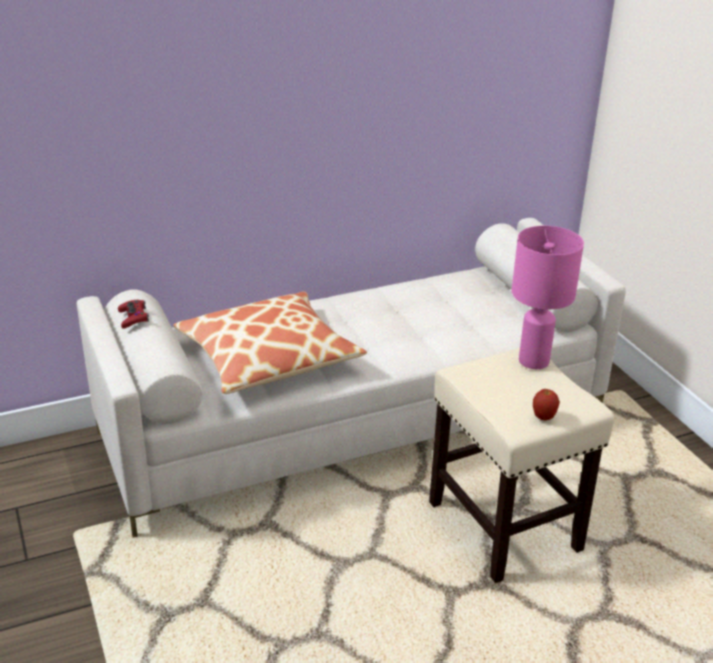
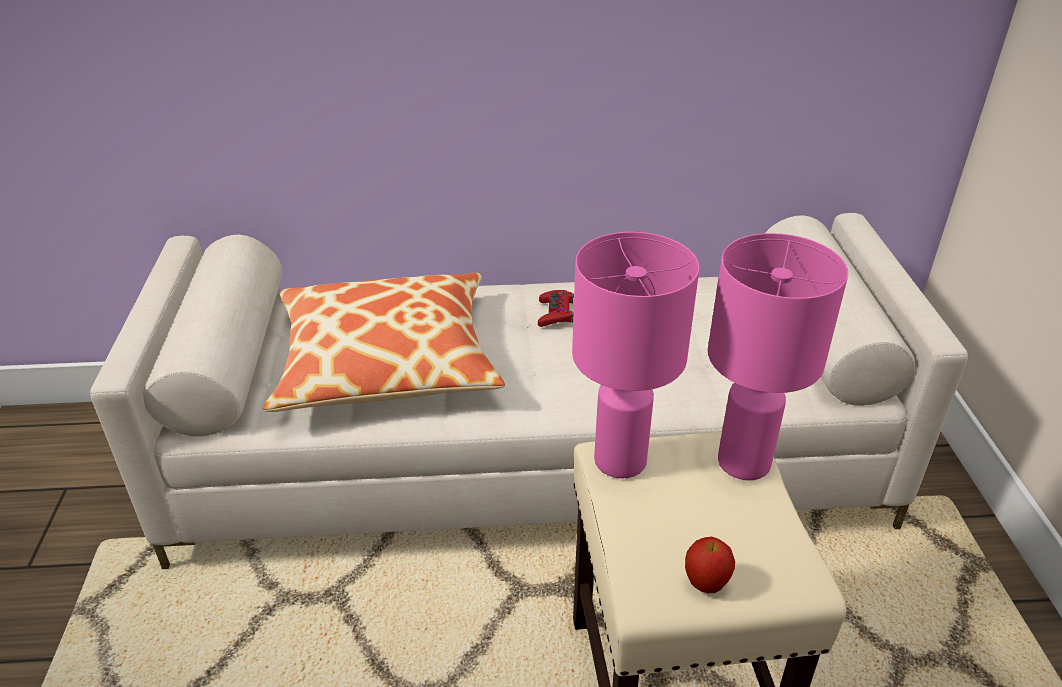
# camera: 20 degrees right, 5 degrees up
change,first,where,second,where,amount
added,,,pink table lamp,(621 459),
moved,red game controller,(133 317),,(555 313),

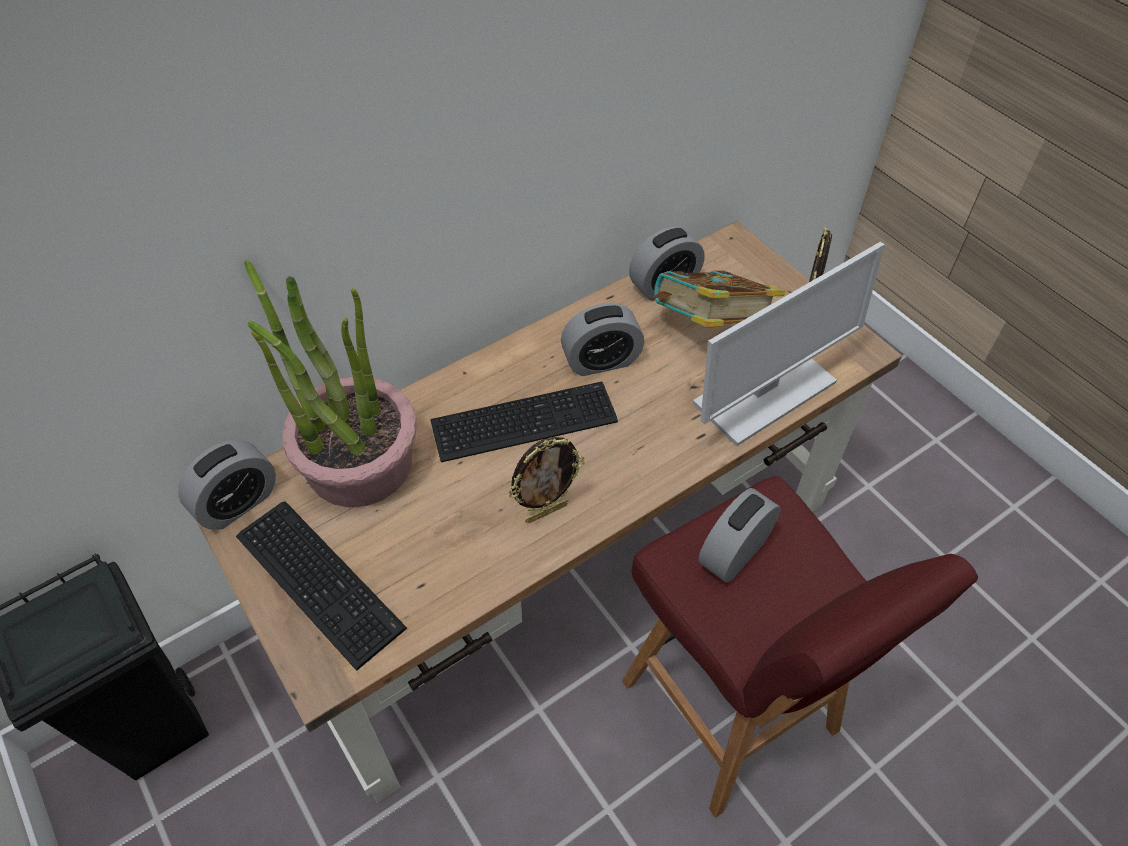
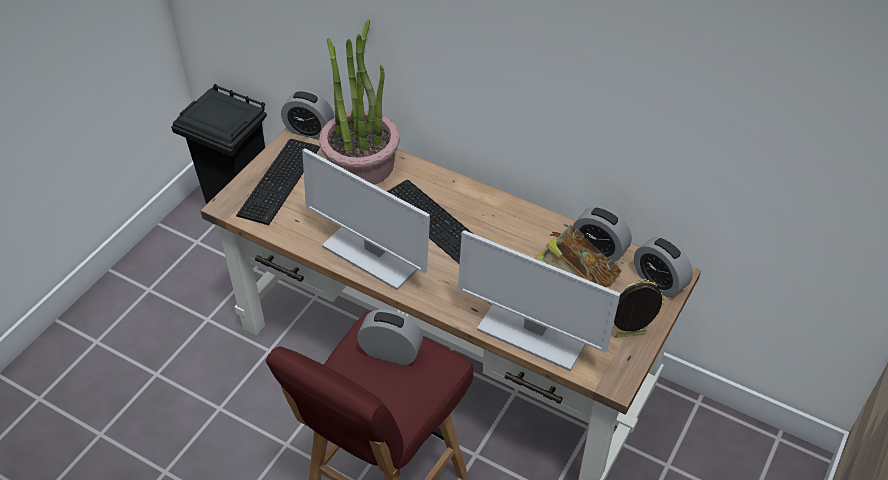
# camera: 65 degrees right, 5 degrees down
change,first,where,second,where,amount
moved,alarm clock,(601 361),,(659 281),
replaced,picture frame,(546 511),monitor,(372 254),

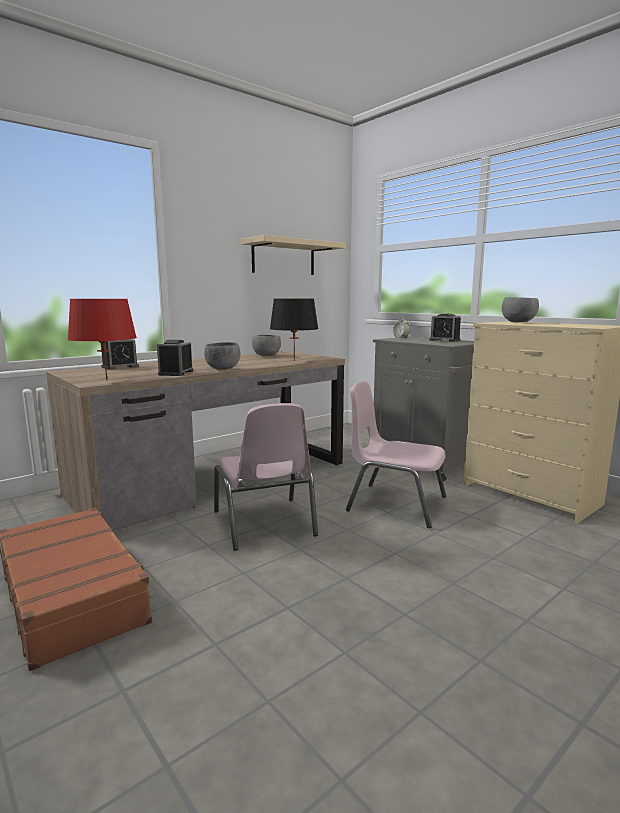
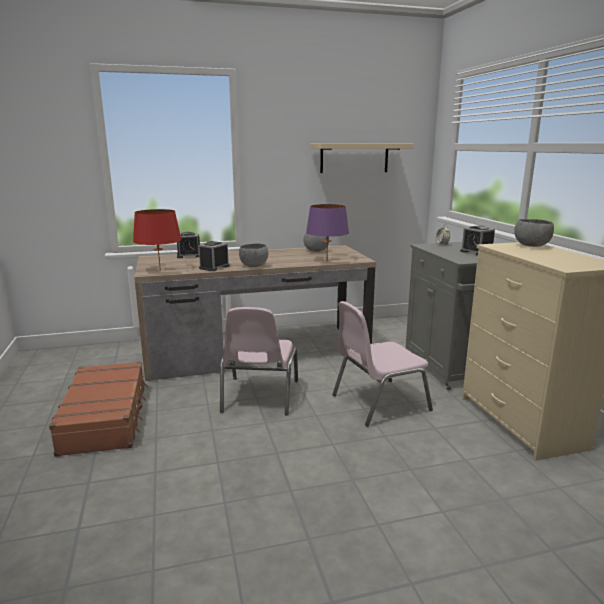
# camera: 25 degrees right, 5 degrees up
change,first,where,second,where,amount
recoloured,black table lamp,(294 360),purple table lamp,(327 260),
turned,pink chair,(395 504),,(378 402),75 degrees counterclockwise

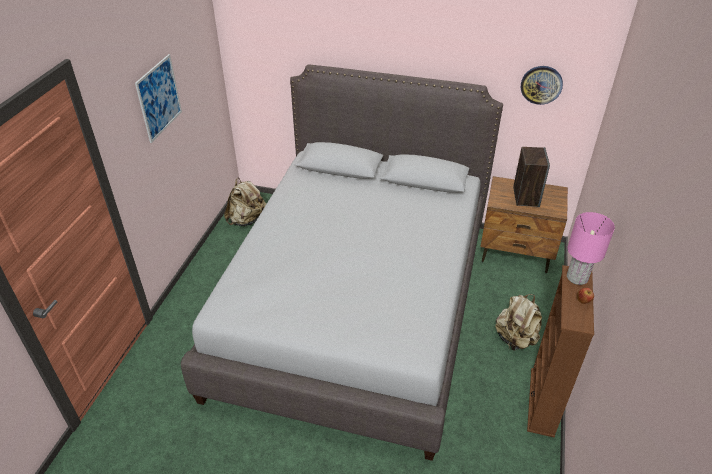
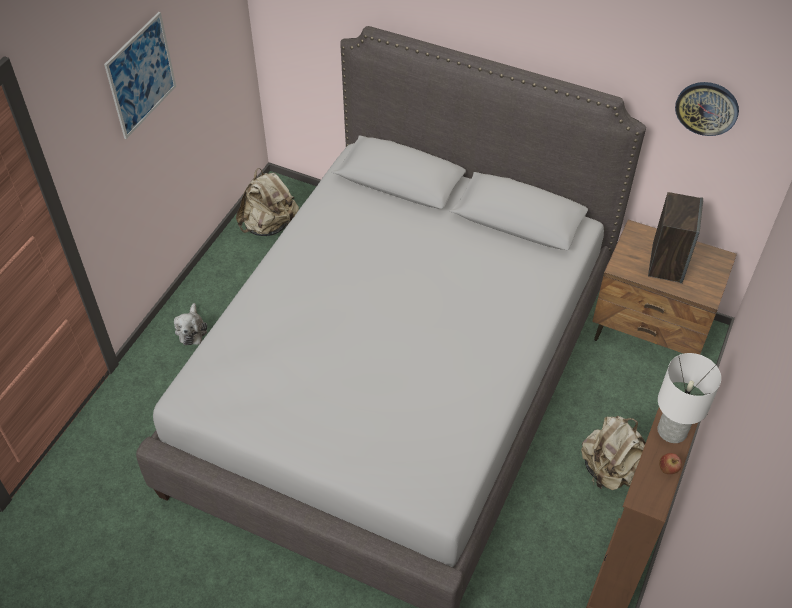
# camera: 10 degrees right, 10 degrees up
change,first,where,second,where,amount
added,,,plush toy,(191 330),
recoloured,pink table lamp,(578 277),white table lamp,(673 431),

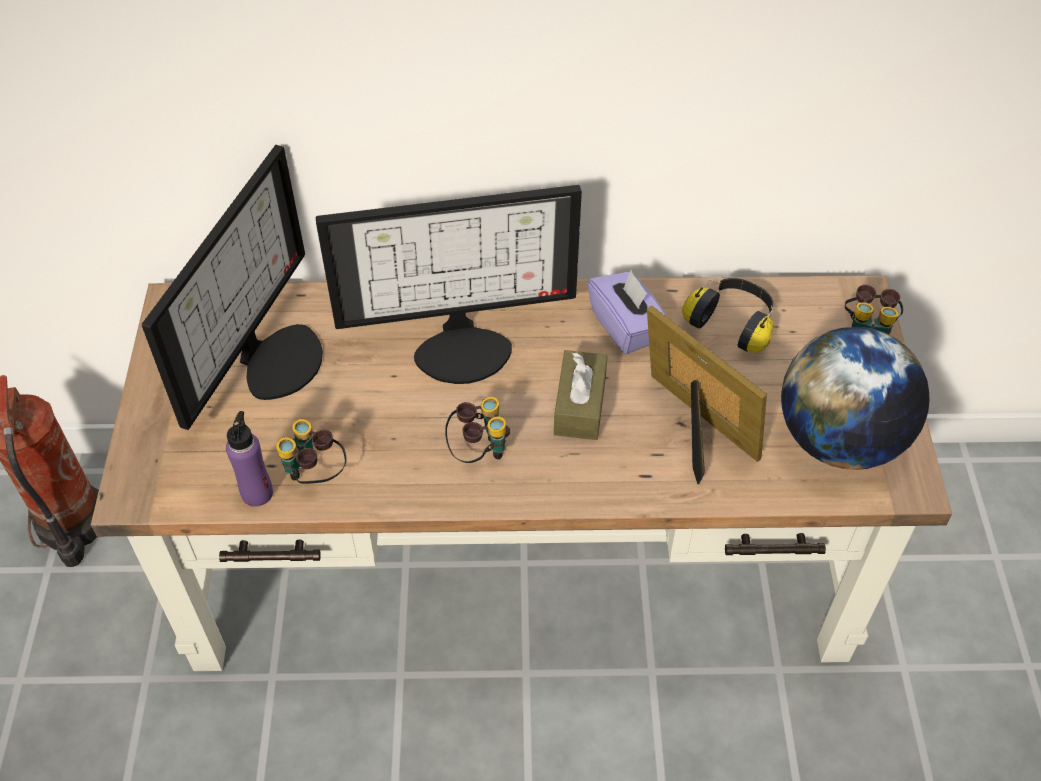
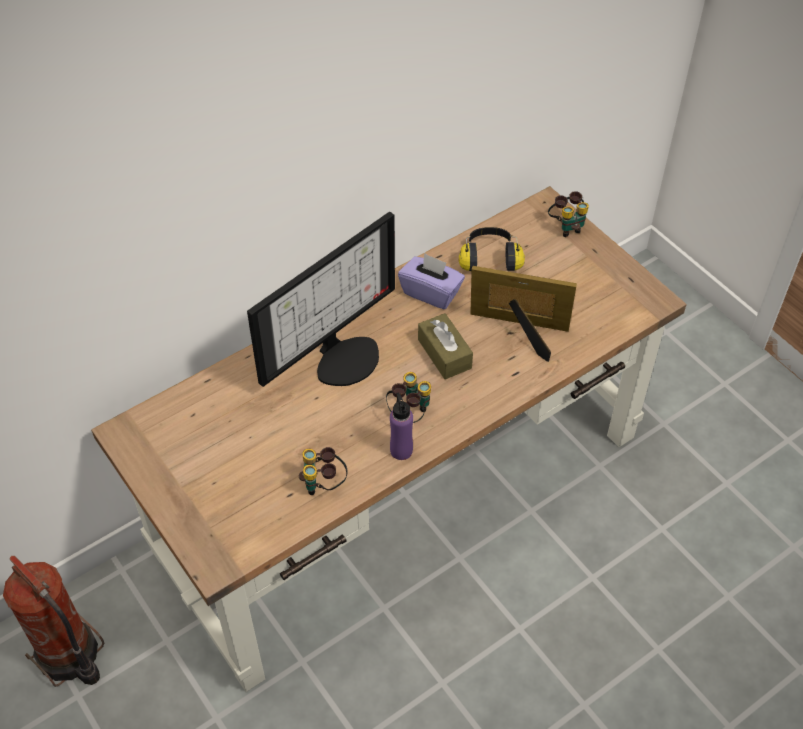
# camera: 35 degrees left, 0 degrees up
change,first,where,second,where,amount
removed,monitor,(274 358),,,
removed,globe,(839 440),,,
moved,purple bottle,(257 493),,(401 450),

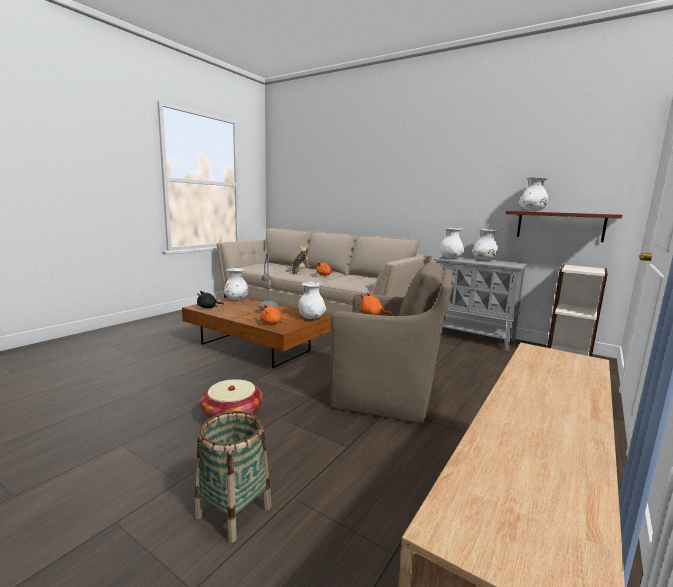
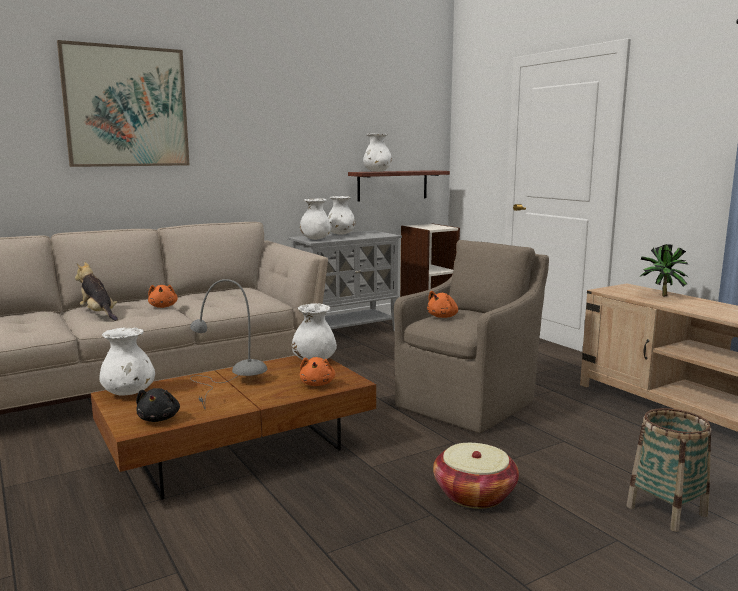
# camera: 65 degrees left, 0 degrees up
change,first,where,second,where,amount
added,,,picture,(126 107),
added,,,potted plant,(661 296),

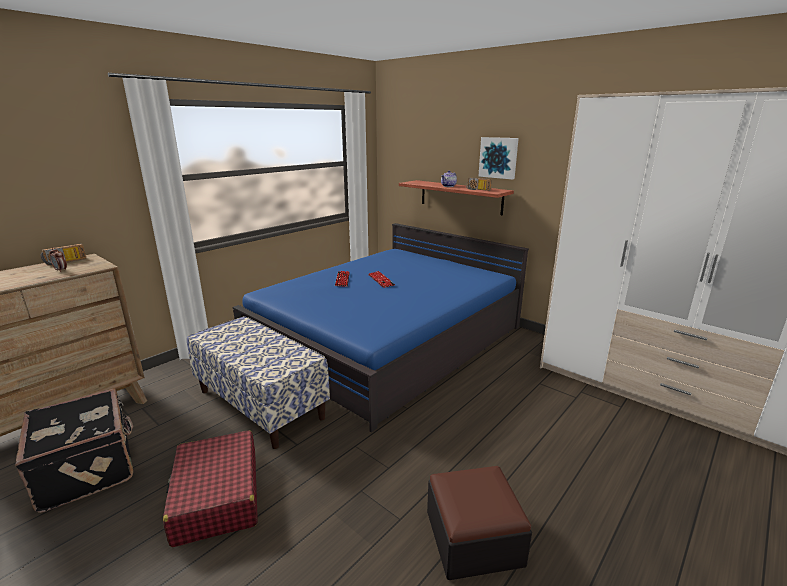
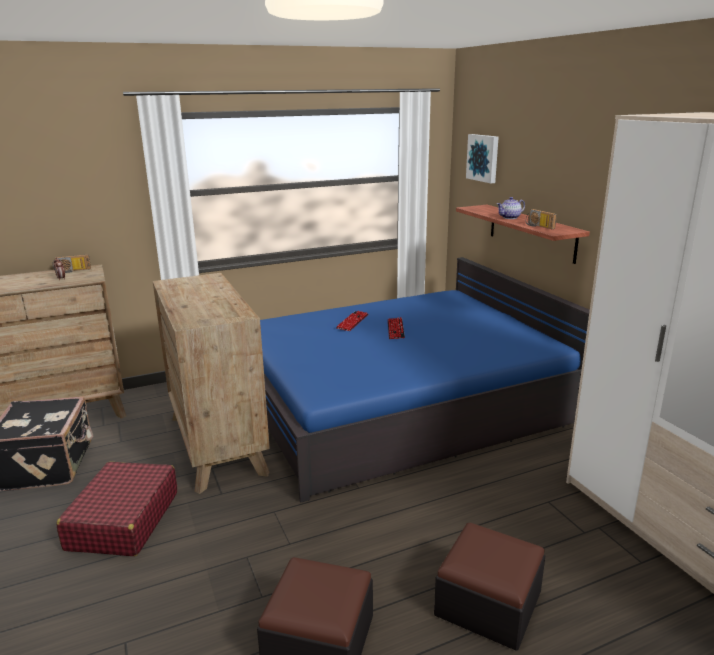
# camera: 25 degrees right, 0 degrees up
change,first,where,second,where,amount
added,,,ottoman,(488 603),
moved,picture,(498 157),,(483 158),
replaced,bench,(261 404),brown dresser,(217 444),

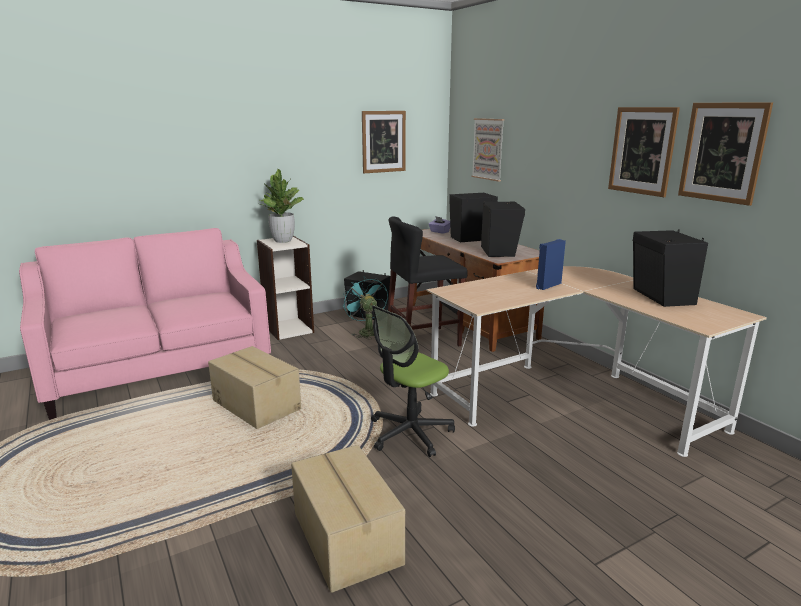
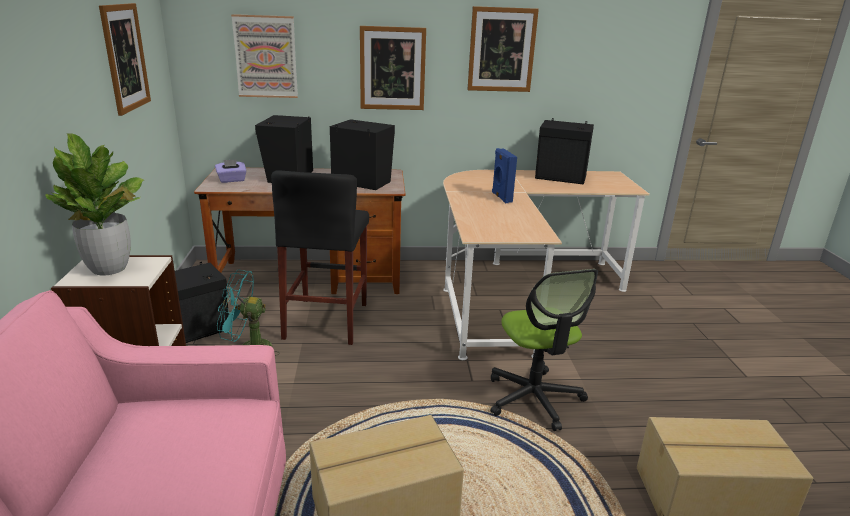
# camera: 65 degrees left, 5 degrees up
change,first,where,second,where,amount
moved,picture,(722 152),,(392 69),

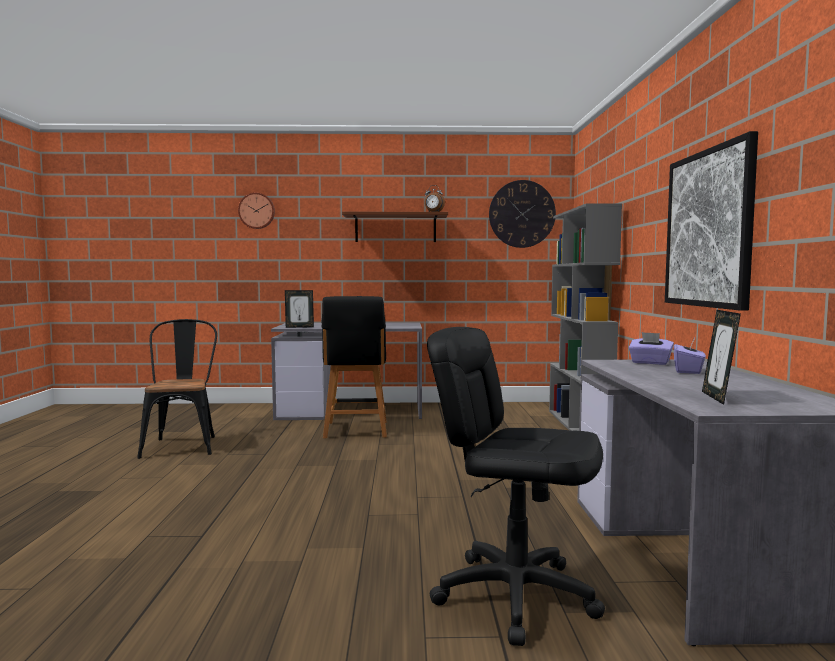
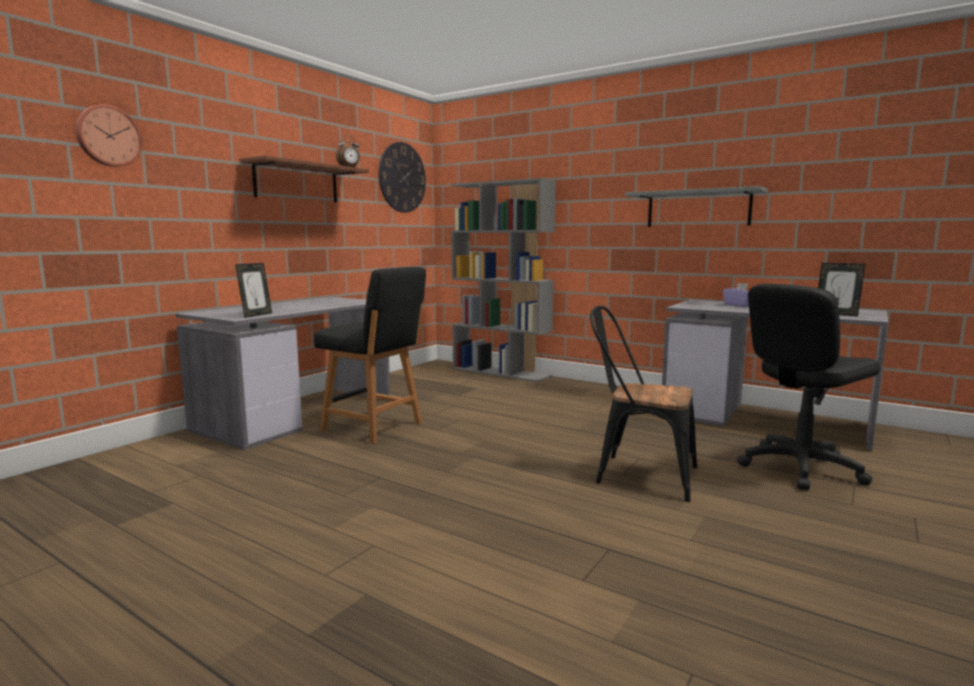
# camera: 55 degrees left, 5 degrees up
change,first,where,second,where,amount
removed,purple tissue box,(650 363),,,
moved,black chair,(182 444),,(637 474),
replaced,picture,(708 228),grey shelf,(698 209),

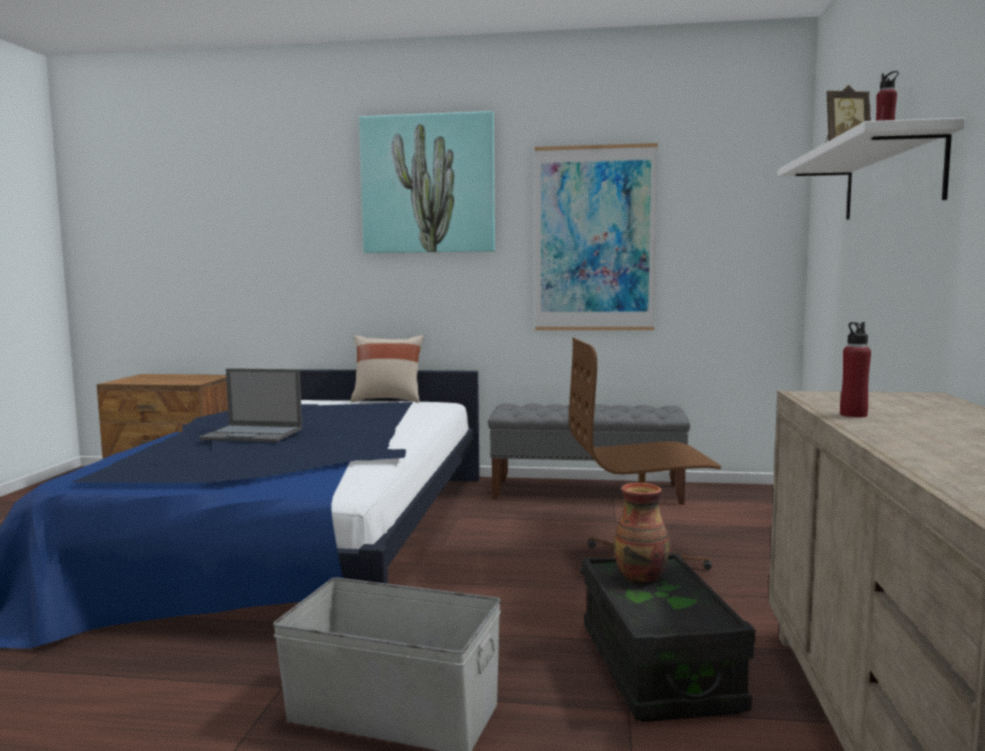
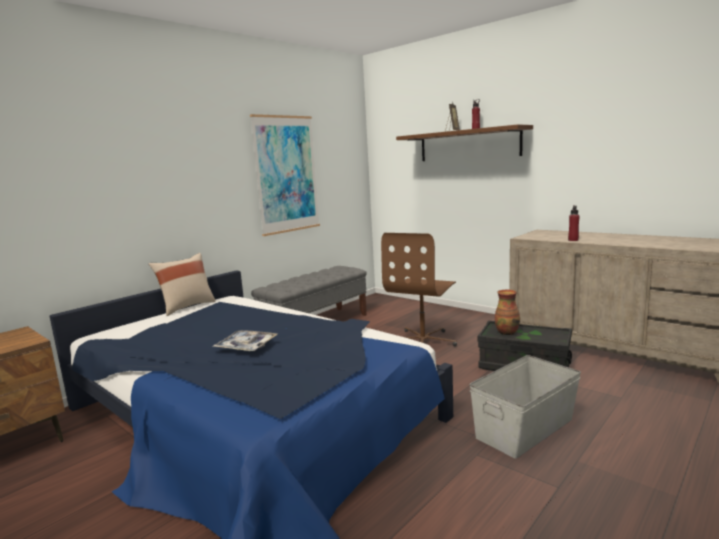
# camera: 55 degrees left, 5 degrees up
change,first,where,second,where,amount
removed,picture,(428 184),,,
replaced,laptop,(253 434),tray,(246 346),
recoloured,white shelf,(891 179),brown shelf,(468 145),

